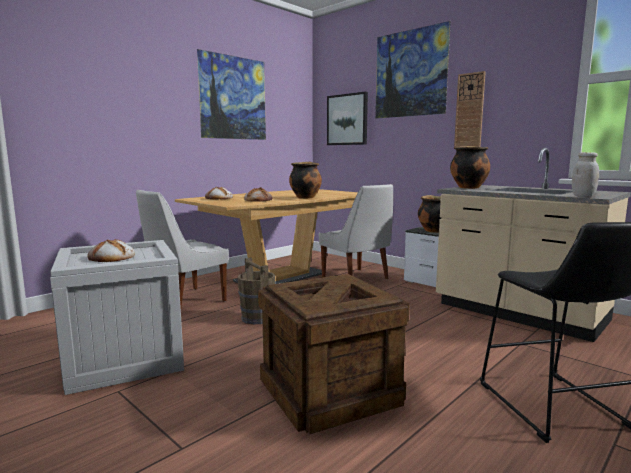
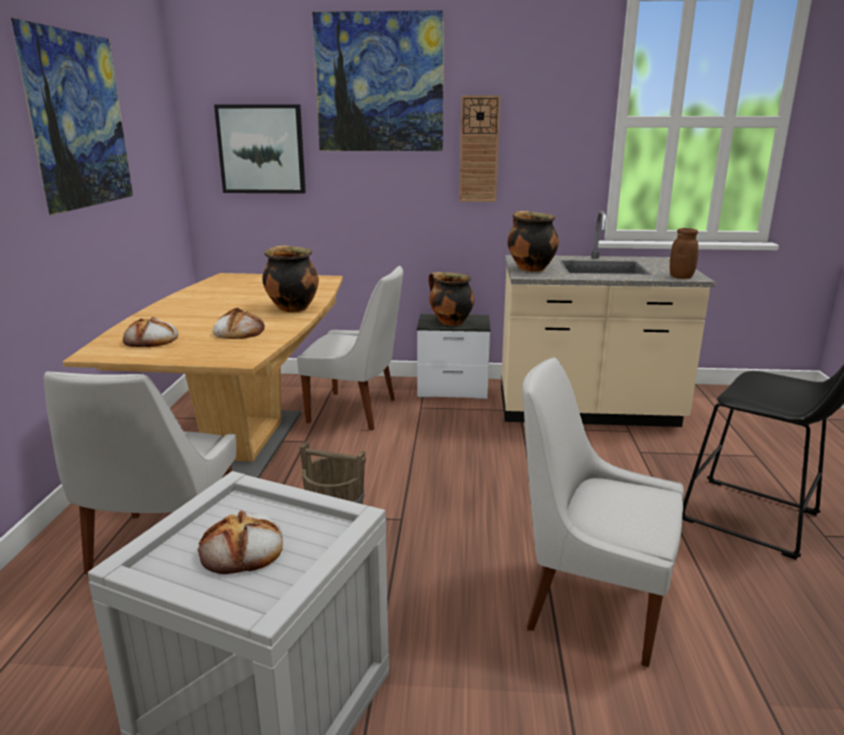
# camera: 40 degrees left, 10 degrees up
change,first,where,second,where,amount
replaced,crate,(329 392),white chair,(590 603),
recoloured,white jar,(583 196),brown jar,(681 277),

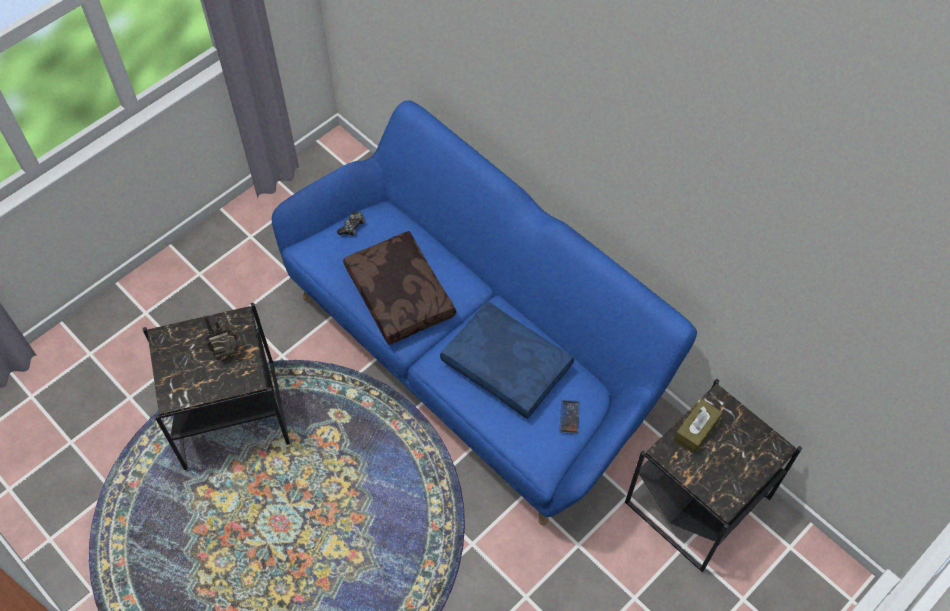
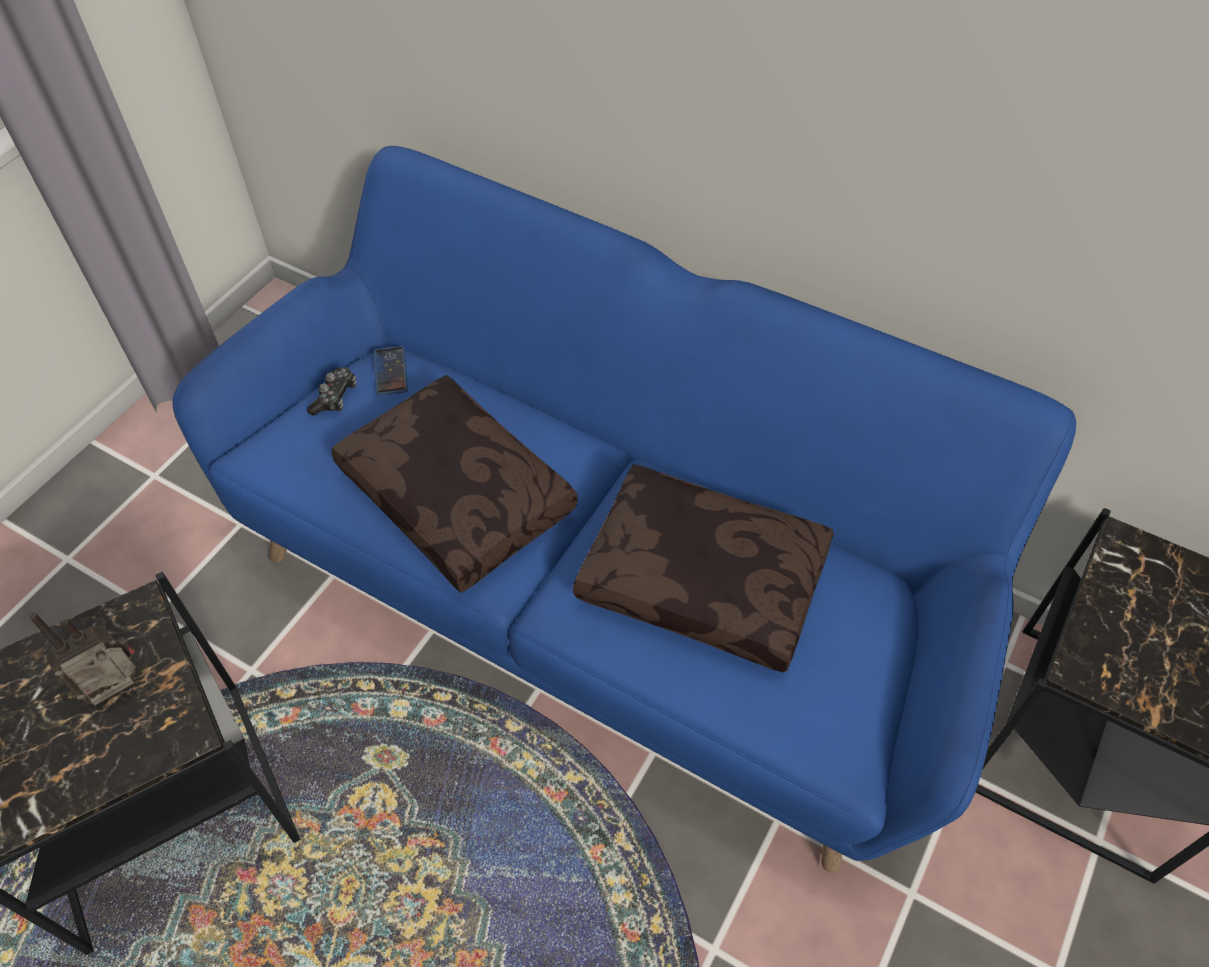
# camera: 15 degrees left, 5 degrees down
change,first,where,second,where,amount
removed,brown tissue box,(696 430),,,
moved,phone,(569 417),,(390 371),
recoloured,blue pillow,(508 365),brown pillow,(705 577),

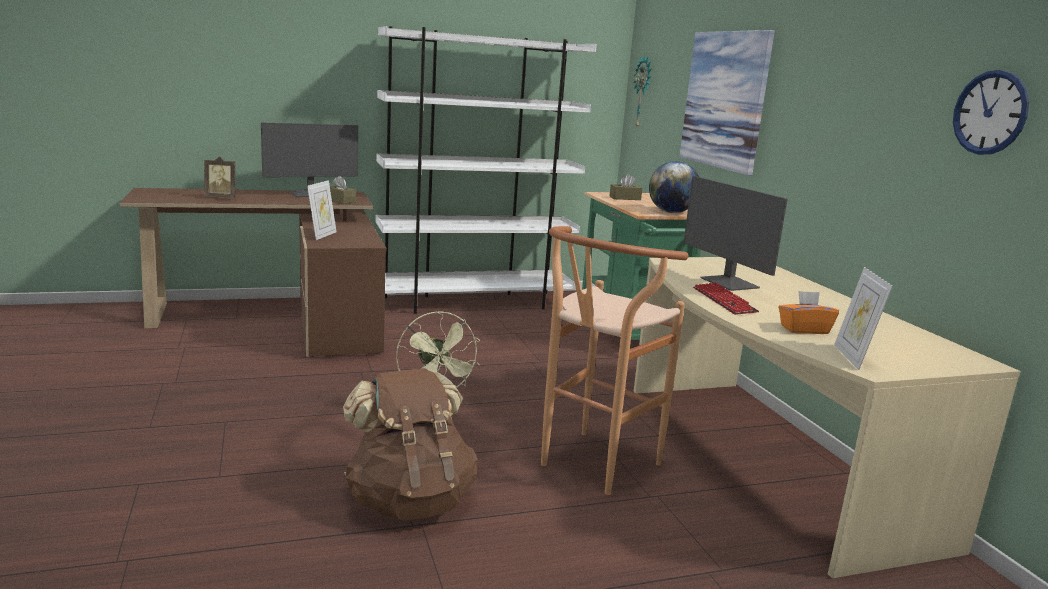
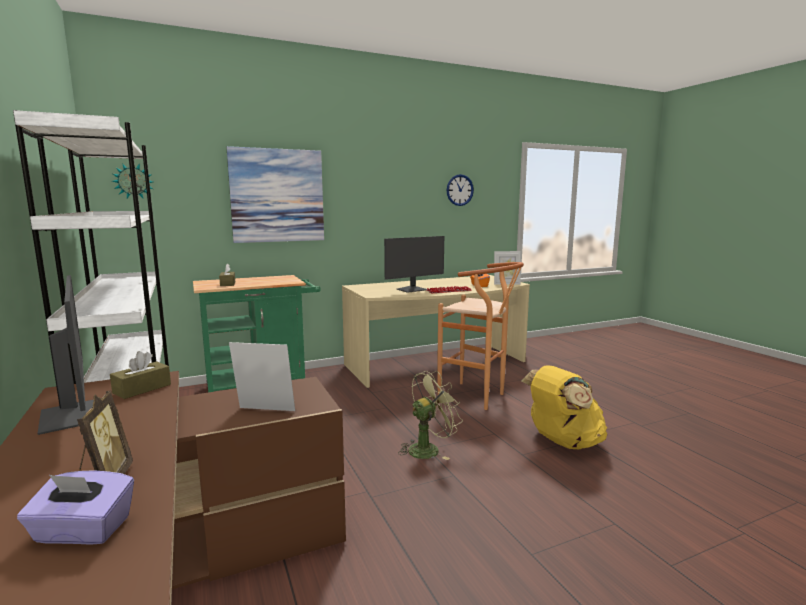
# camera: 95 degrees left, 5 degrees down
change,first,where,second,where,amount
removed,globe,(671 212),,,
added,,,purple tissue box,(82 531),
recoloured,brown backpack,(410 501),yellow backpack,(562 442),

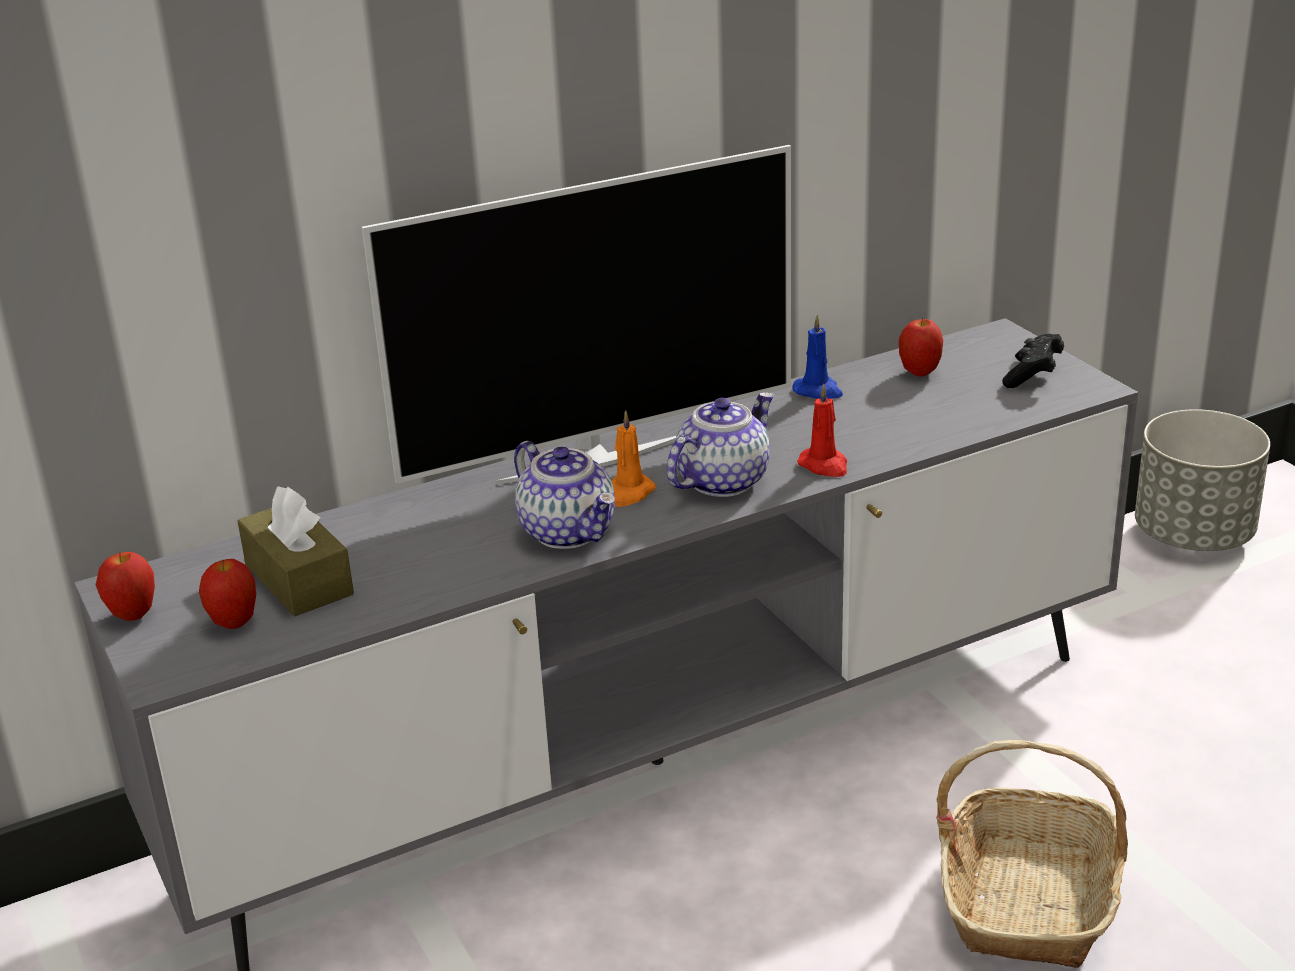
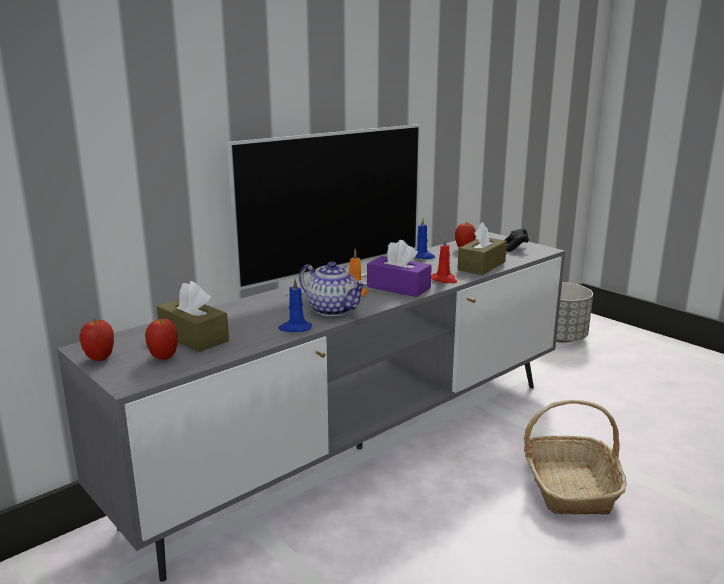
# camera: 15 degrees left, 10 degrees down
change,first,where,second,where,amount
added,,,blue candle,(295 328),
added,,,brown tissue box,(481 266),
replaced,teapot,(722 480),purple tissue box,(398 287),

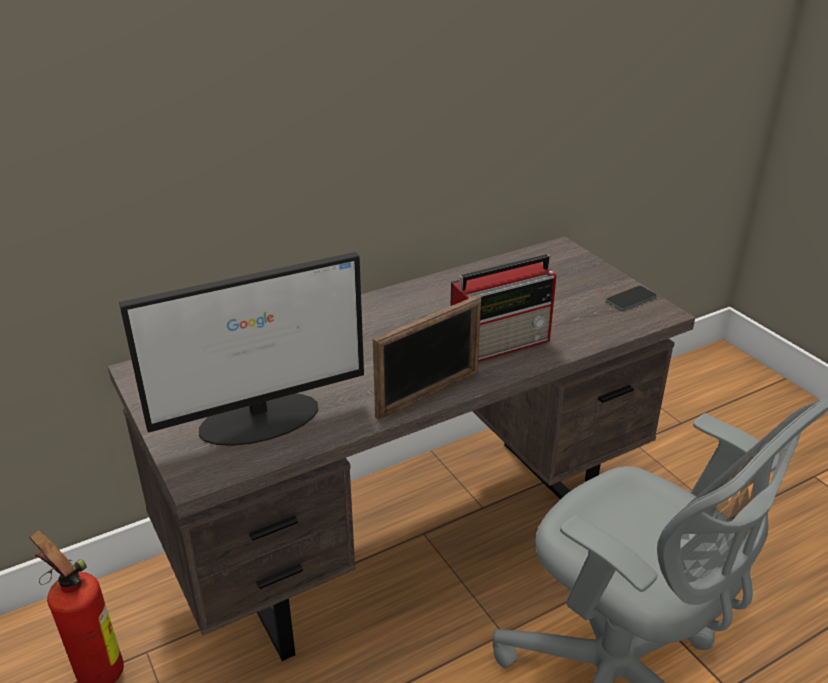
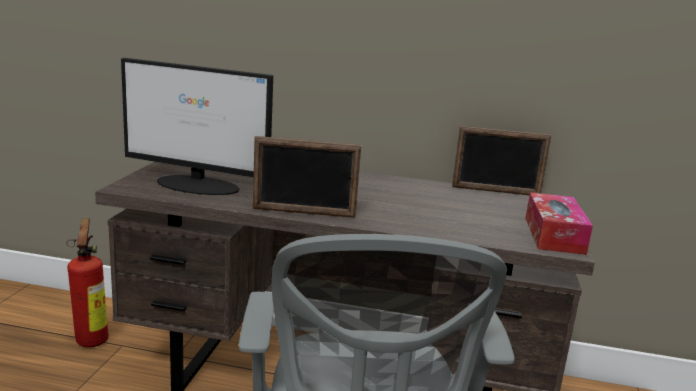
# camera: 40 degrees right, 15 degrees down
change,first,where,second,where,amount
removed,radio,(501 344),,,
added,,,picture frame,(495 191),
replaced,phone,(631 299),tissue box,(554 235),

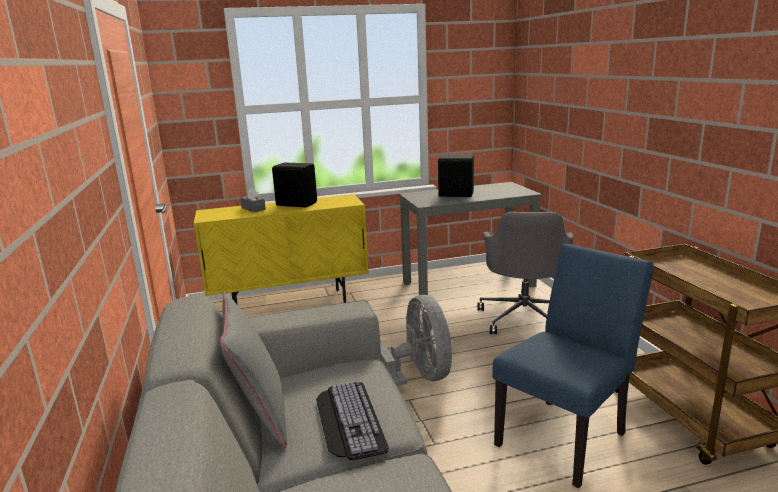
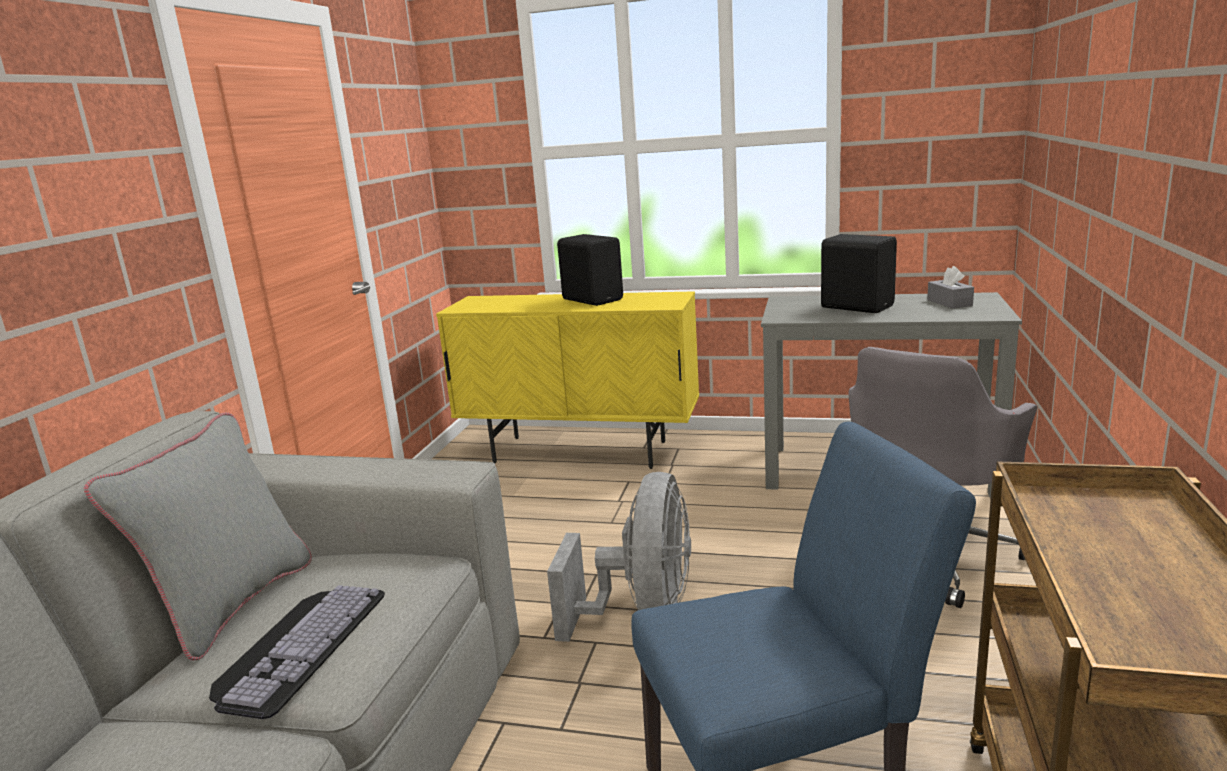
# camera: 30 degrees right, 0 degrees up
change,first,where,second,where,amount
moved,grey tissue box,(253 209),,(949 302),

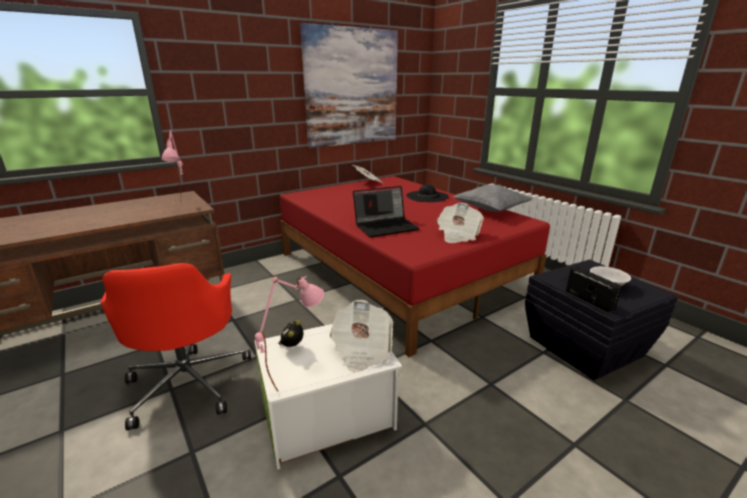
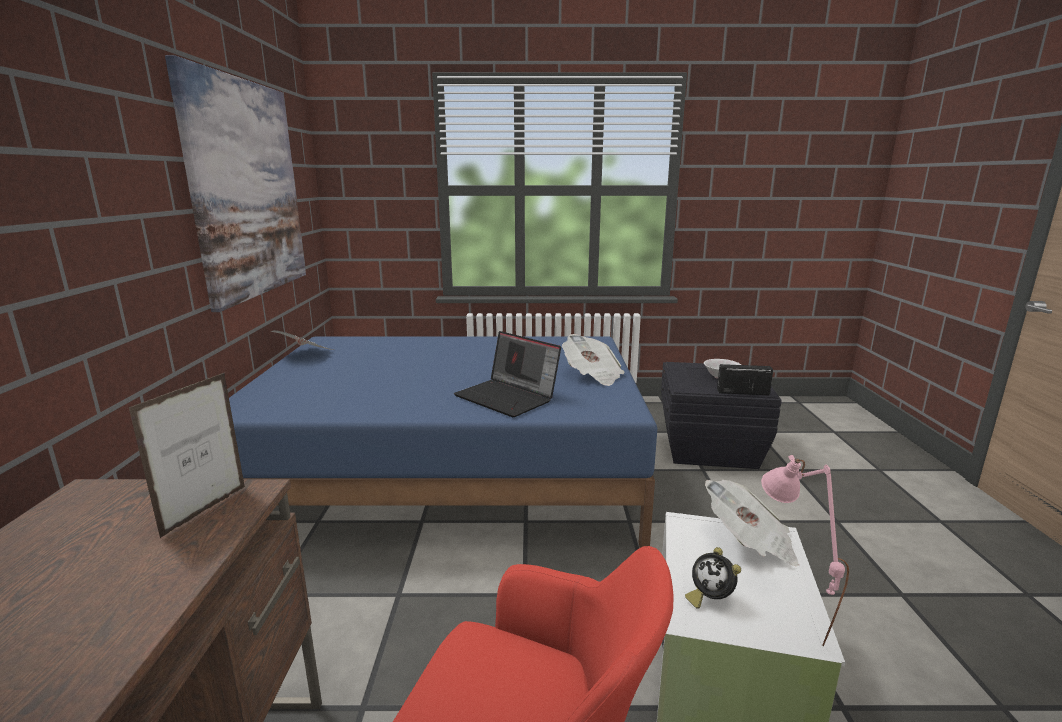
# camera: 55 degrees left, 5 degrees down
change,first,where,second,where,amount
removed,black hat,(427 196),,,
removed,grey pillow,(490 210),,,
replaced,pink table lamp,(184 207),picture frame,(206 510),
recoloured,red bed,(398 272),blue bed,(452 474),
turned,laptop,(386 226),,(508 397),120 degrees clockwise

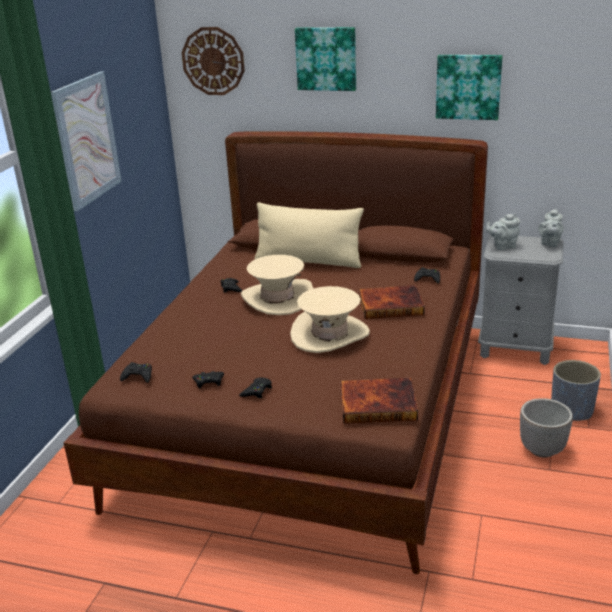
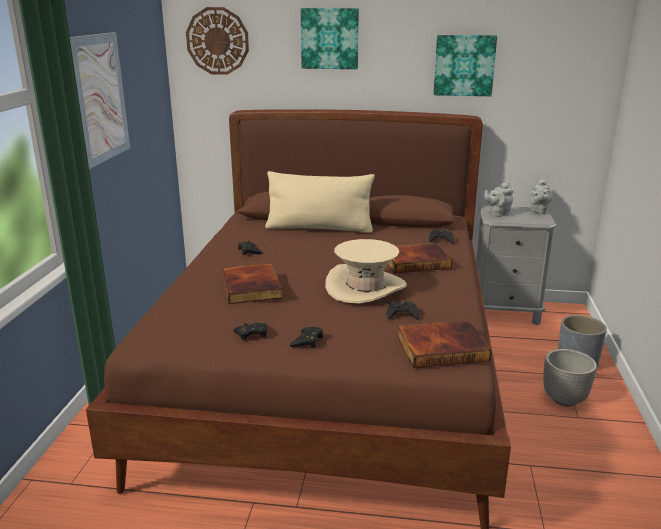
# camera: 10 degrees left, 5 degrees down
change,first,where,second,where,amount
removed,beige hat,(277 298),,,
added,,,book,(253 287),
moved,black game controller,(138 376),,(402 314),

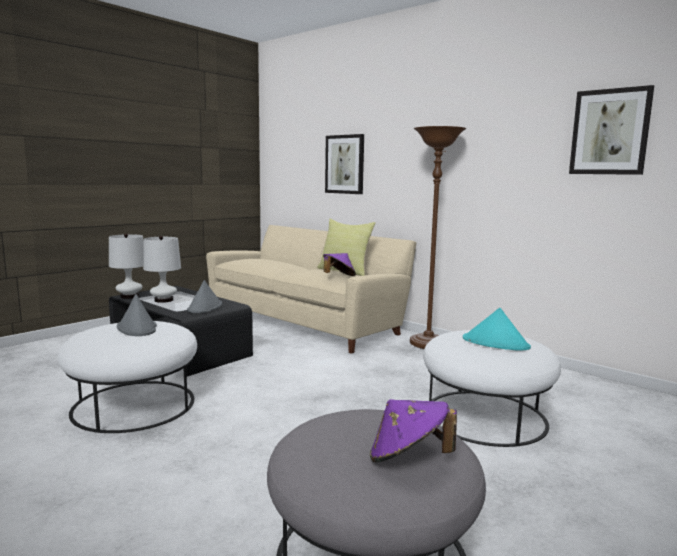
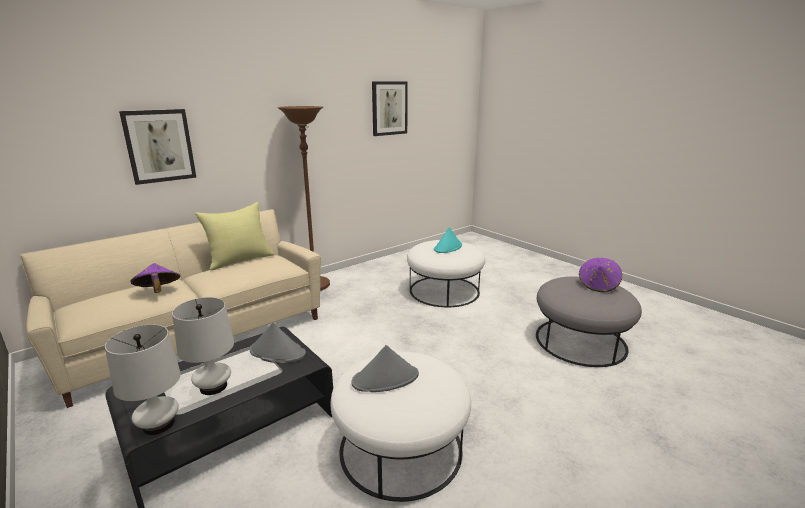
# camera: 80 degrees left, 10 degrees up
change,first,where,second,where,amount
moved,purple hat,(338 277),,(158 291),

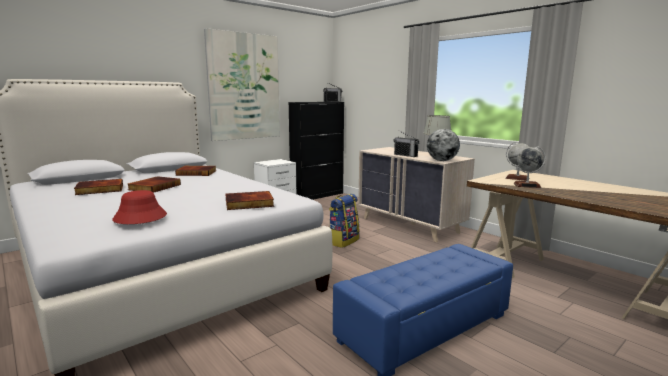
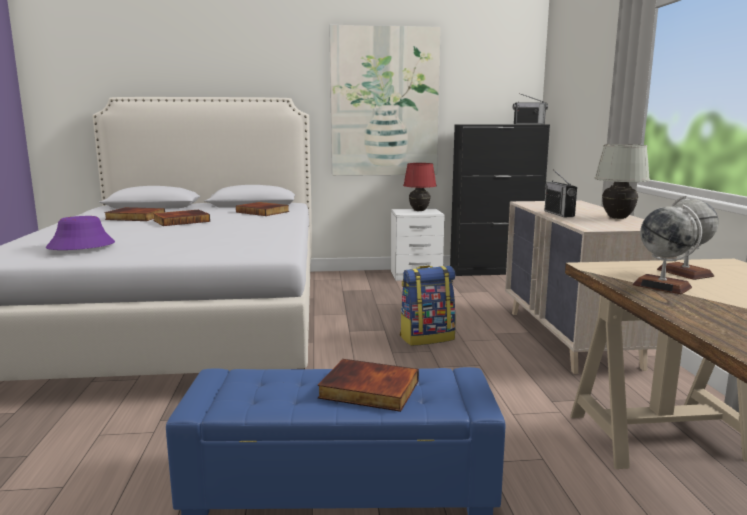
# camera: 35 degrees right, 0 degrees up
change,first,where,second,where,amount
removed,globe,(442 160),,,
added,,,red table lamp,(419 211),
moved,book,(249 203),,(368 390),
recoloured,red hat,(140 217),purple hat,(81 246),

